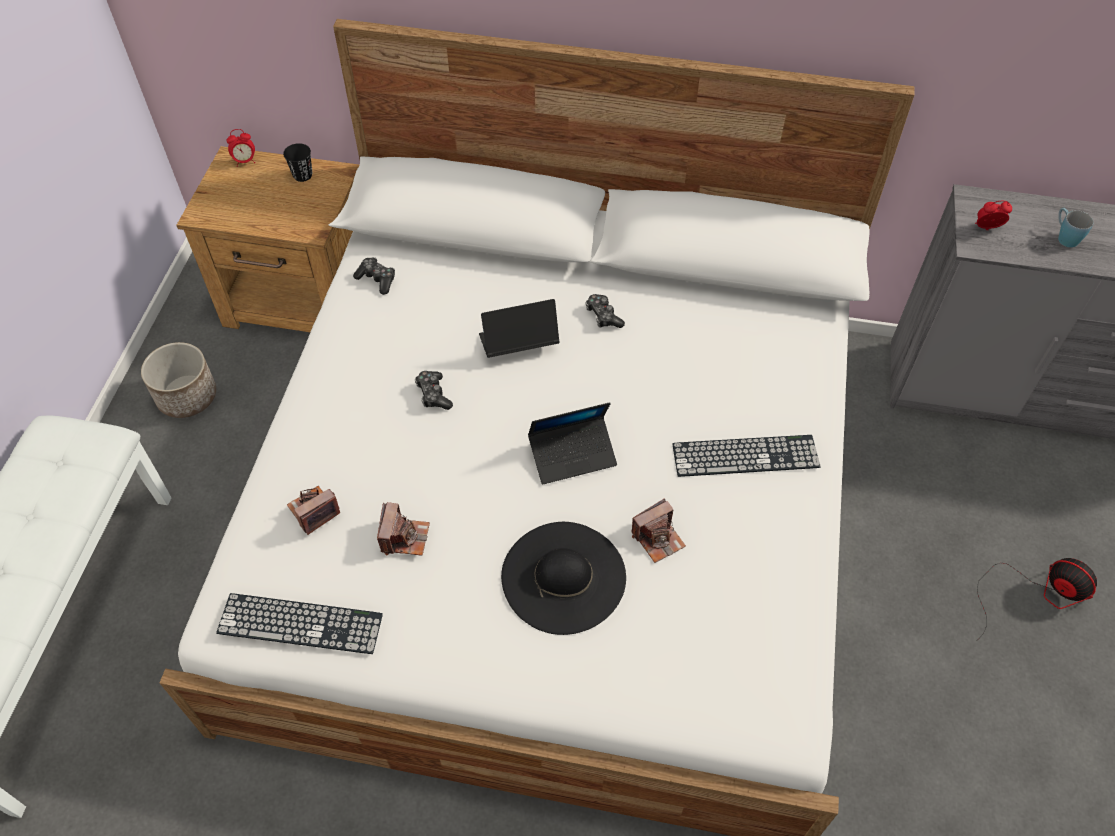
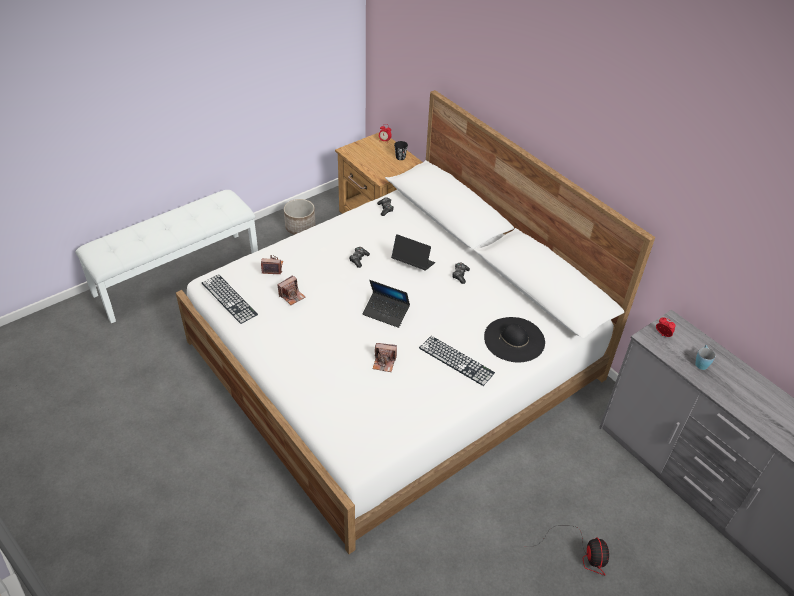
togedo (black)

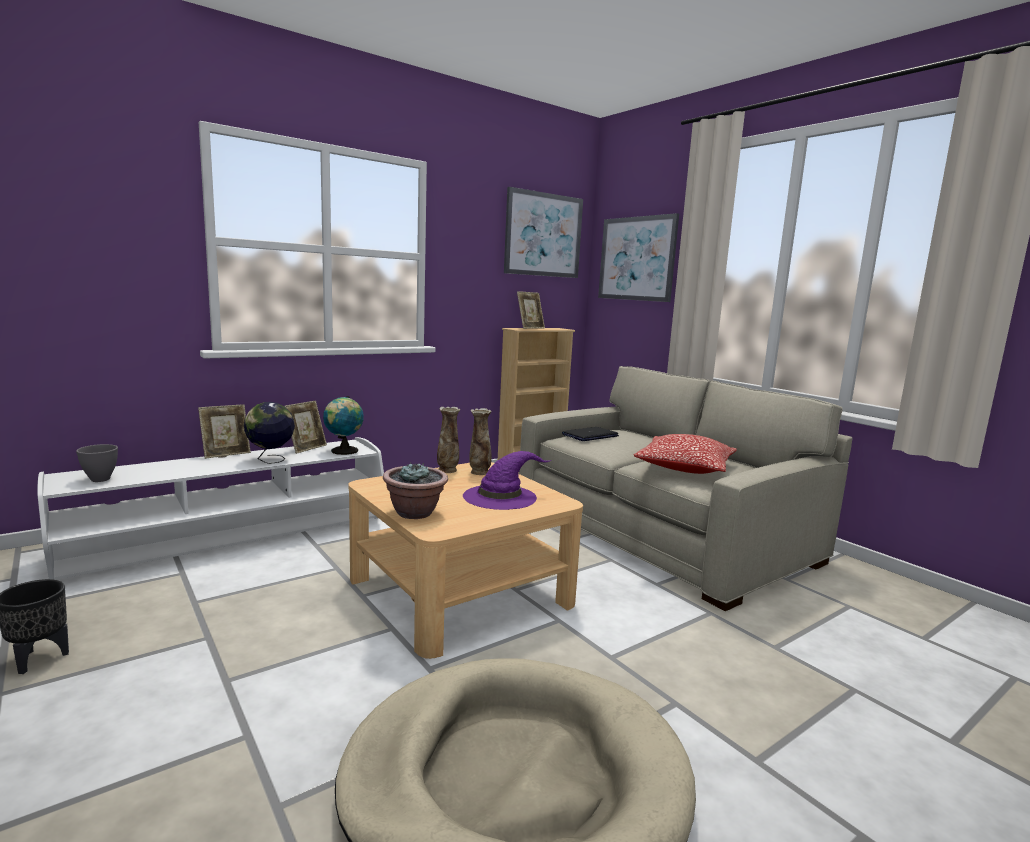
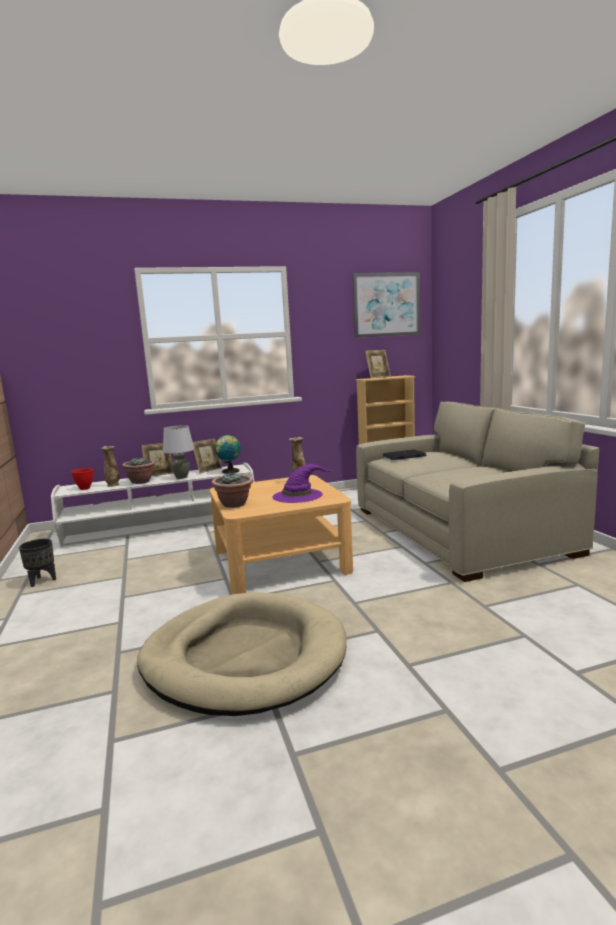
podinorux (2nd from left in the first image)
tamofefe
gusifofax (1st from left)
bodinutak (1st from left)
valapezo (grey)
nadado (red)

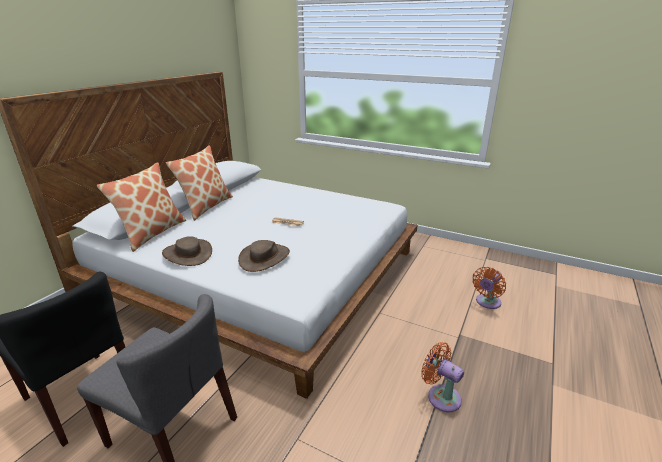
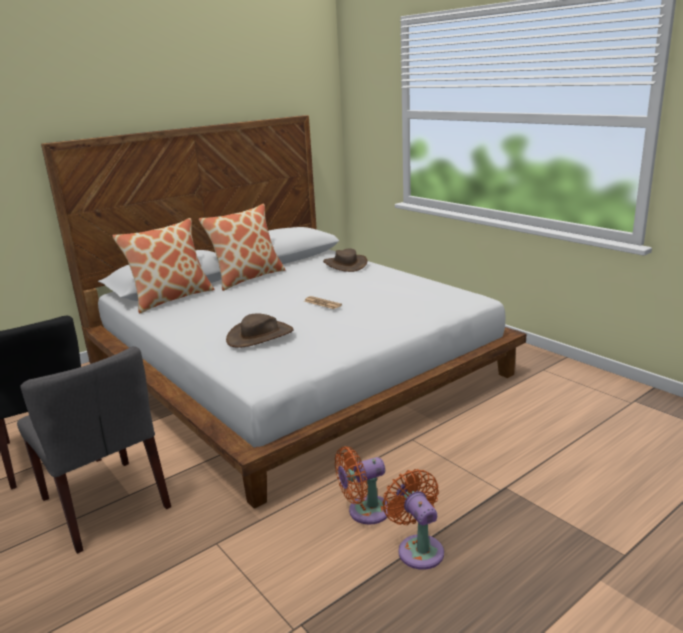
togedo (brown) (2nd from left)
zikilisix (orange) (1st from left)

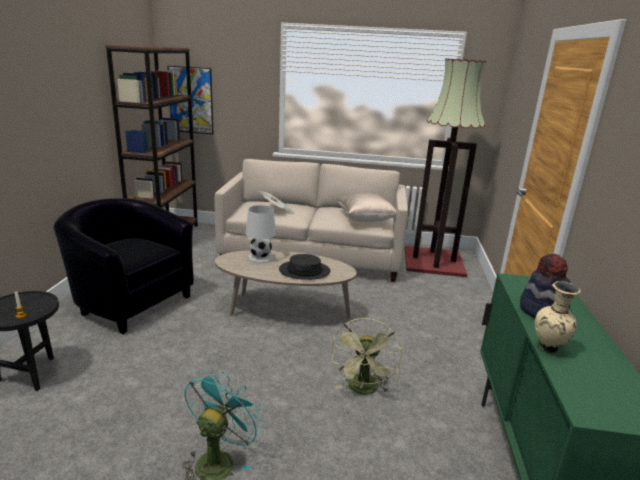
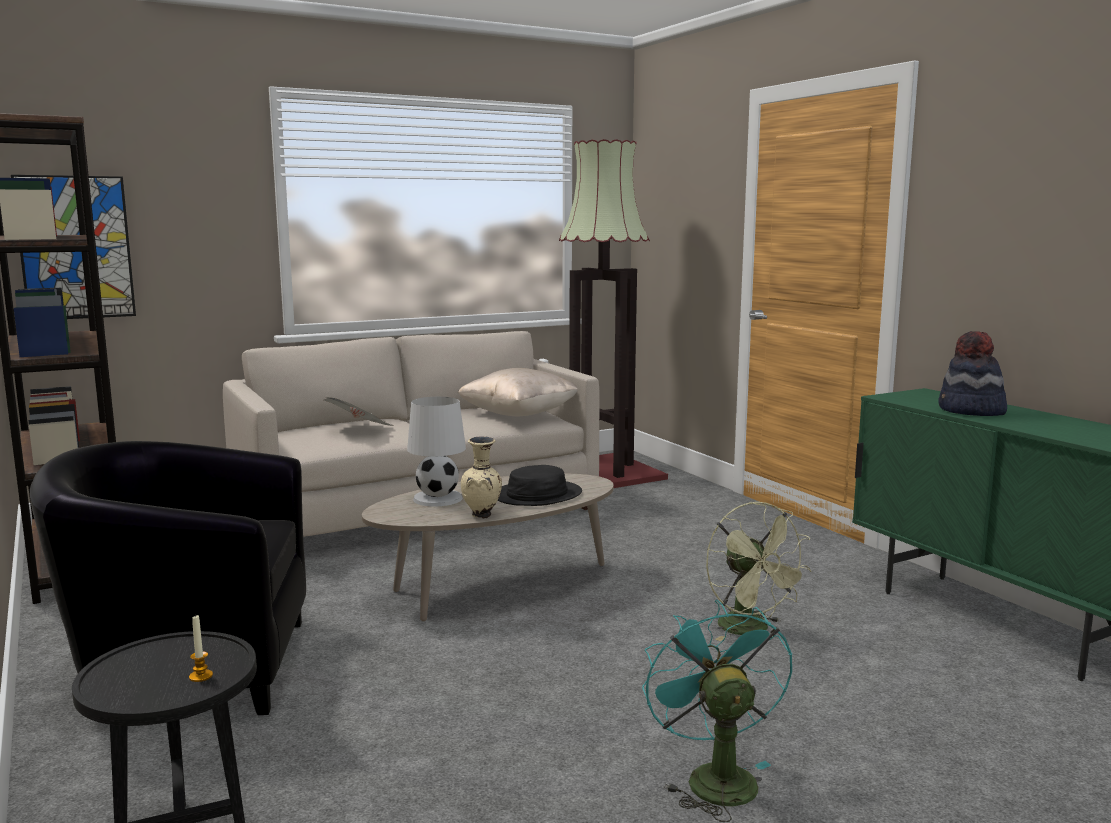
bodinutak (beige)

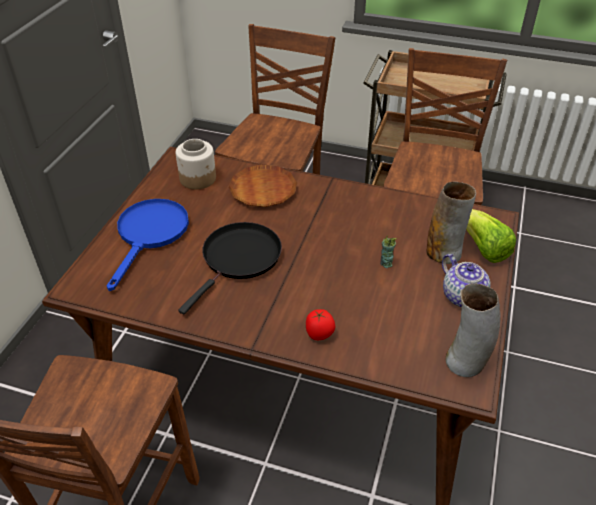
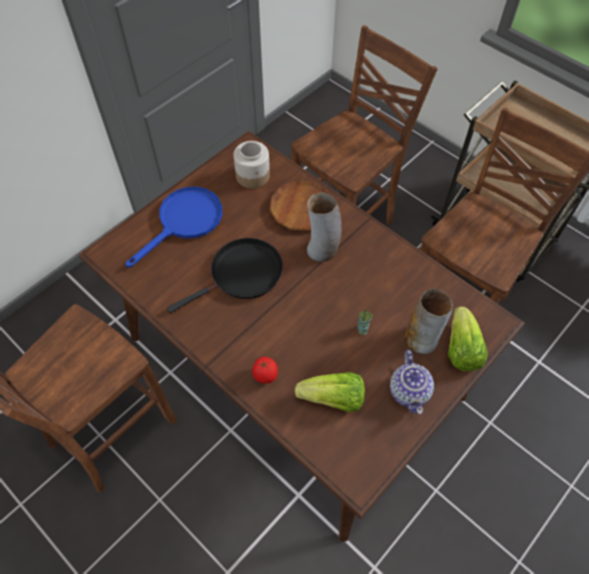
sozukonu (1st from left)
bodinutak (1st from left)

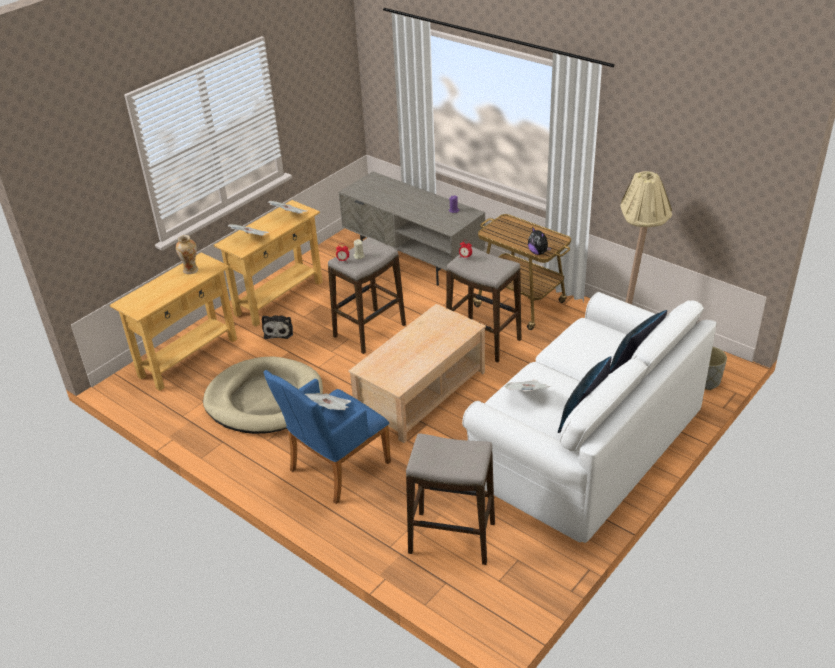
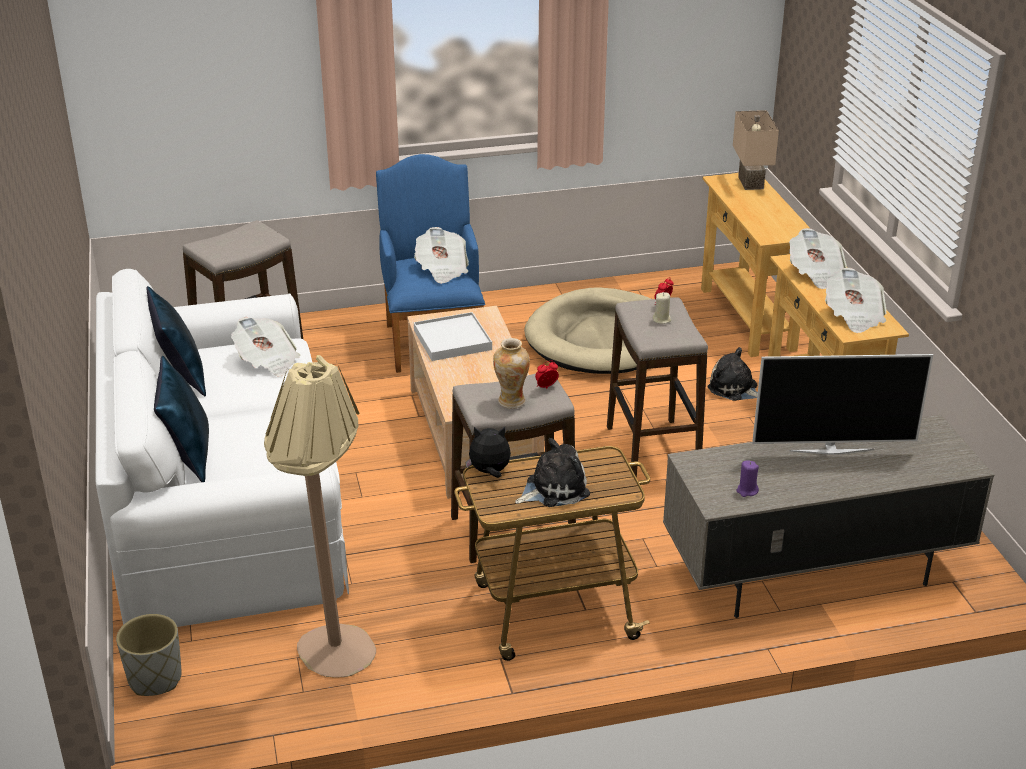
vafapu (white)
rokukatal (2nd from left)
valapezo (beige)
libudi
bodinutak

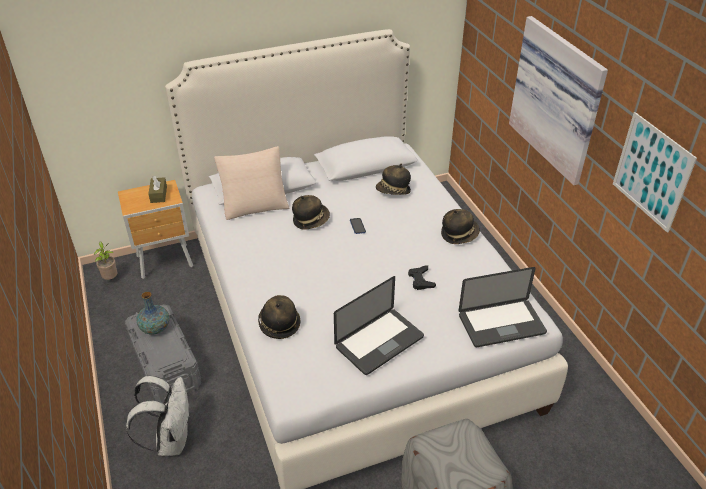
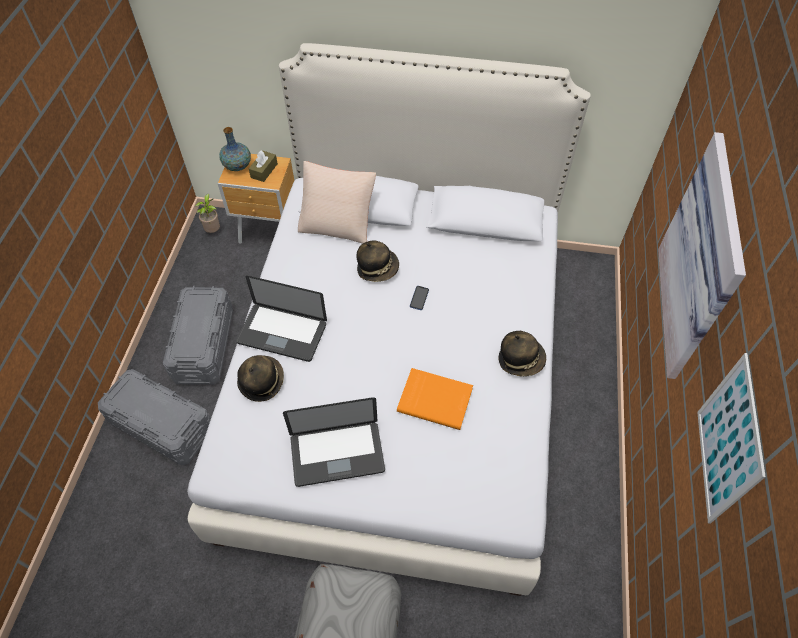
togedo (3rd from left in the first image)
bodinutak
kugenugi (1st from left)
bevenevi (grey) (1st from left)
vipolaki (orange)

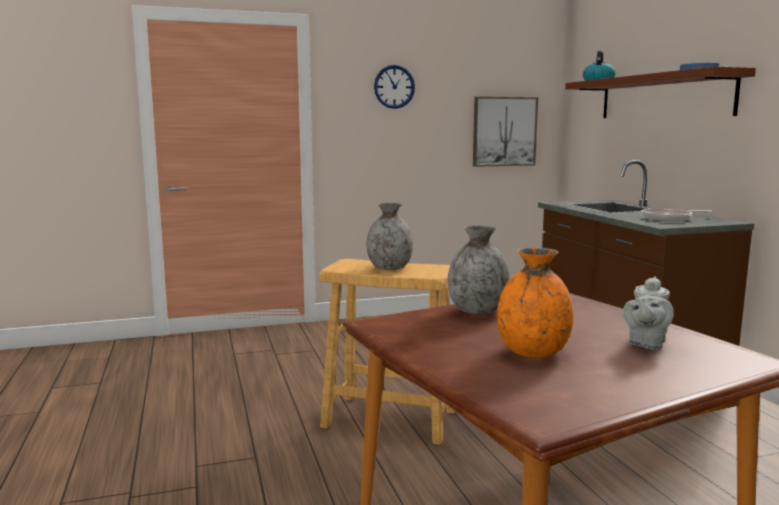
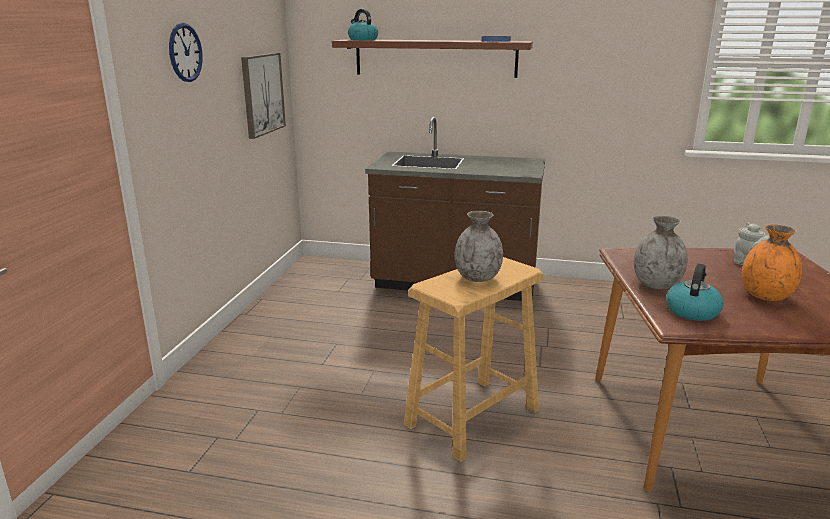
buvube
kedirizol (2nd from left)

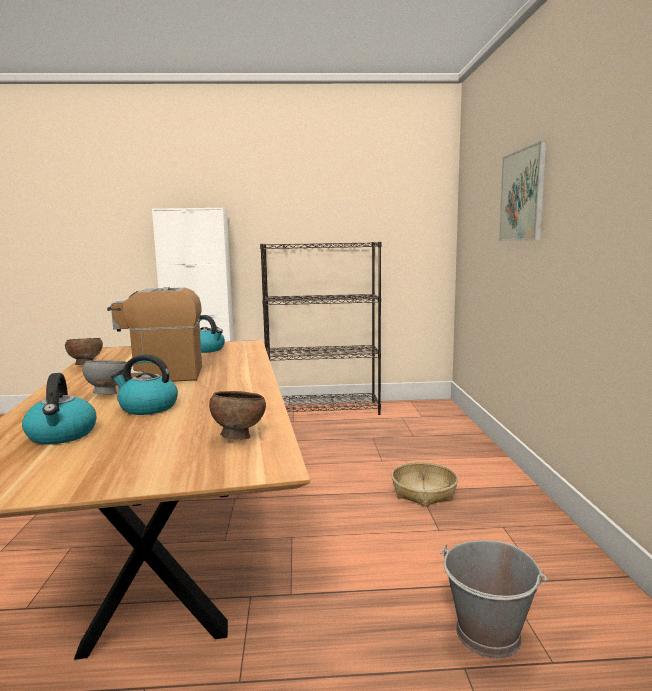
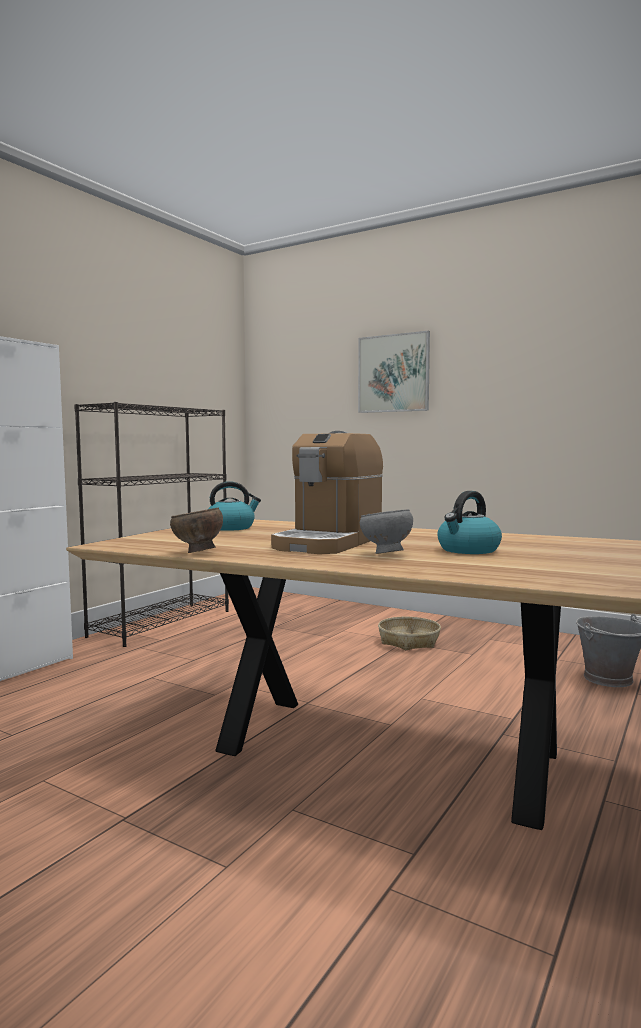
kedirizol (1st from left in the first image)
nadado (brown) (2nd from left in the first image)

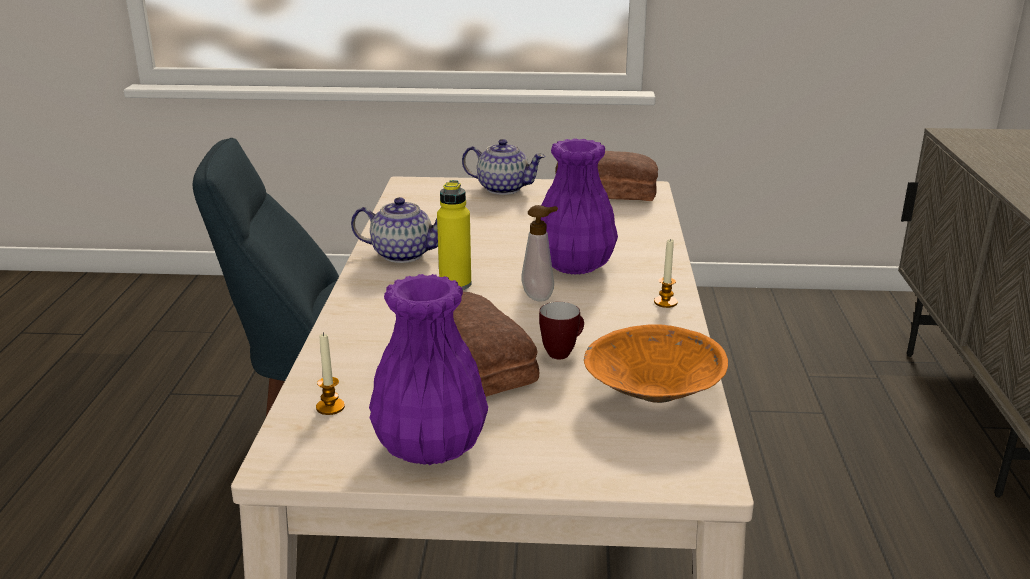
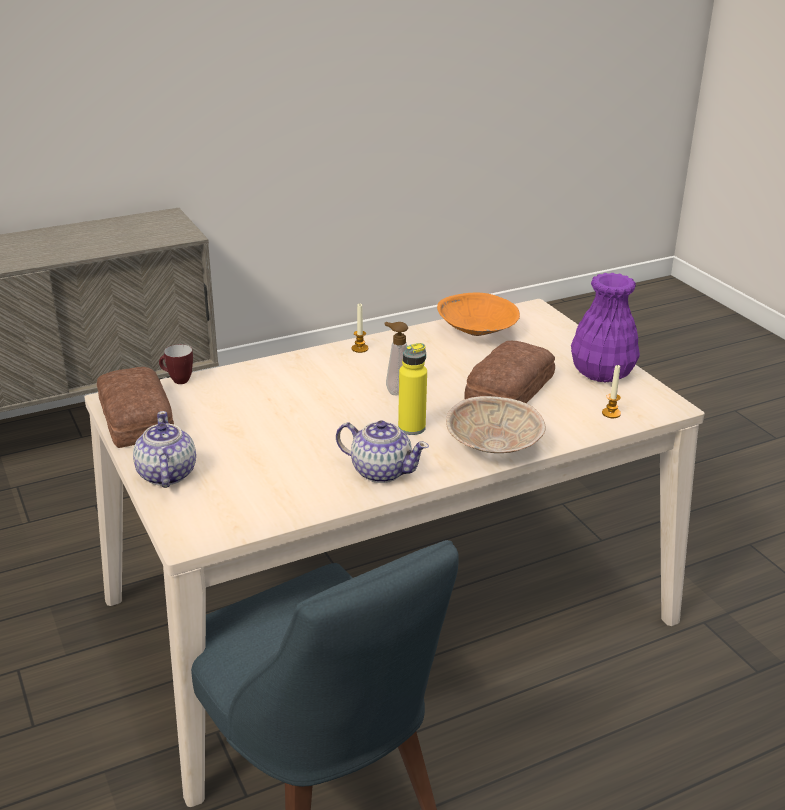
bodinutak (purple) (2nd from left in the first image)
nadado (beige)
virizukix
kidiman (2nd from left)

